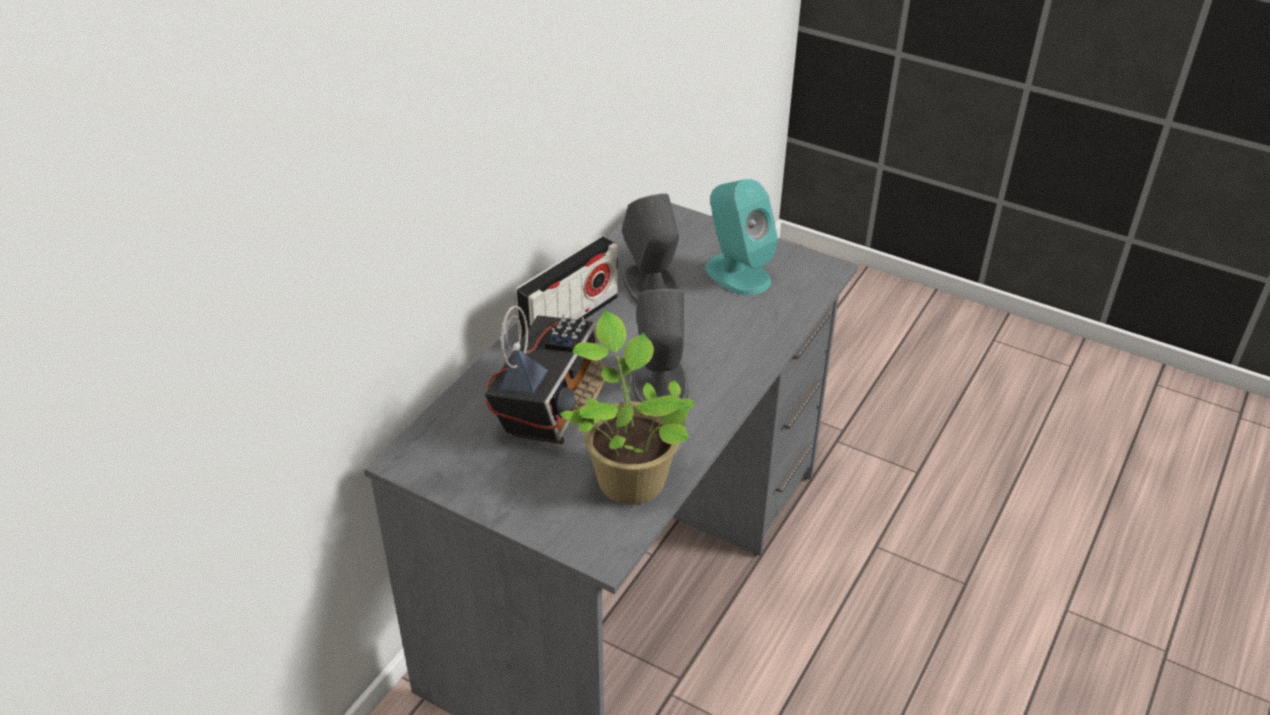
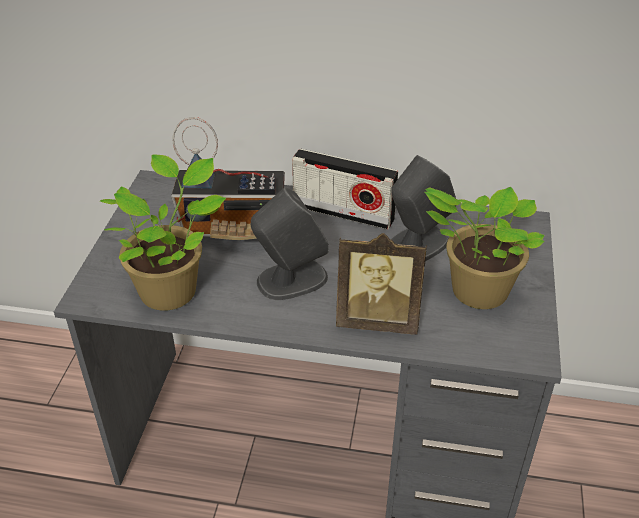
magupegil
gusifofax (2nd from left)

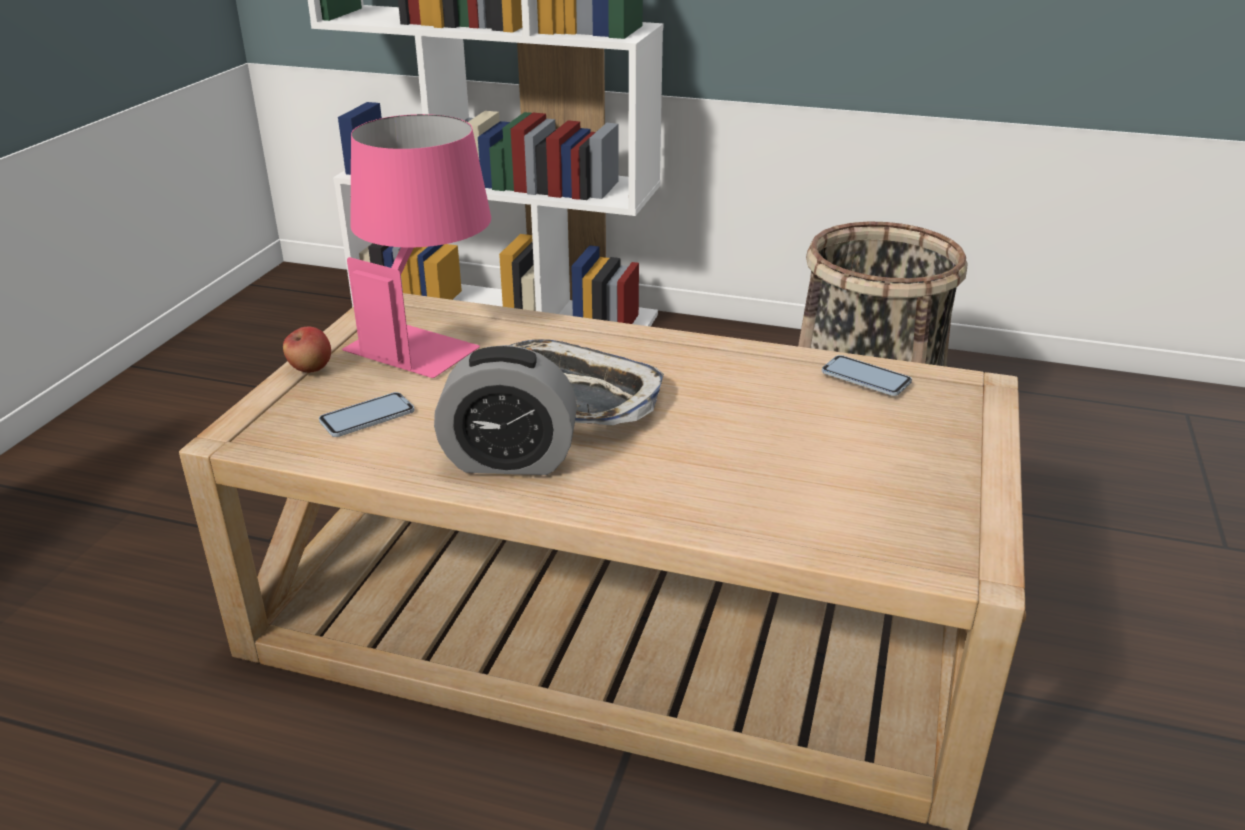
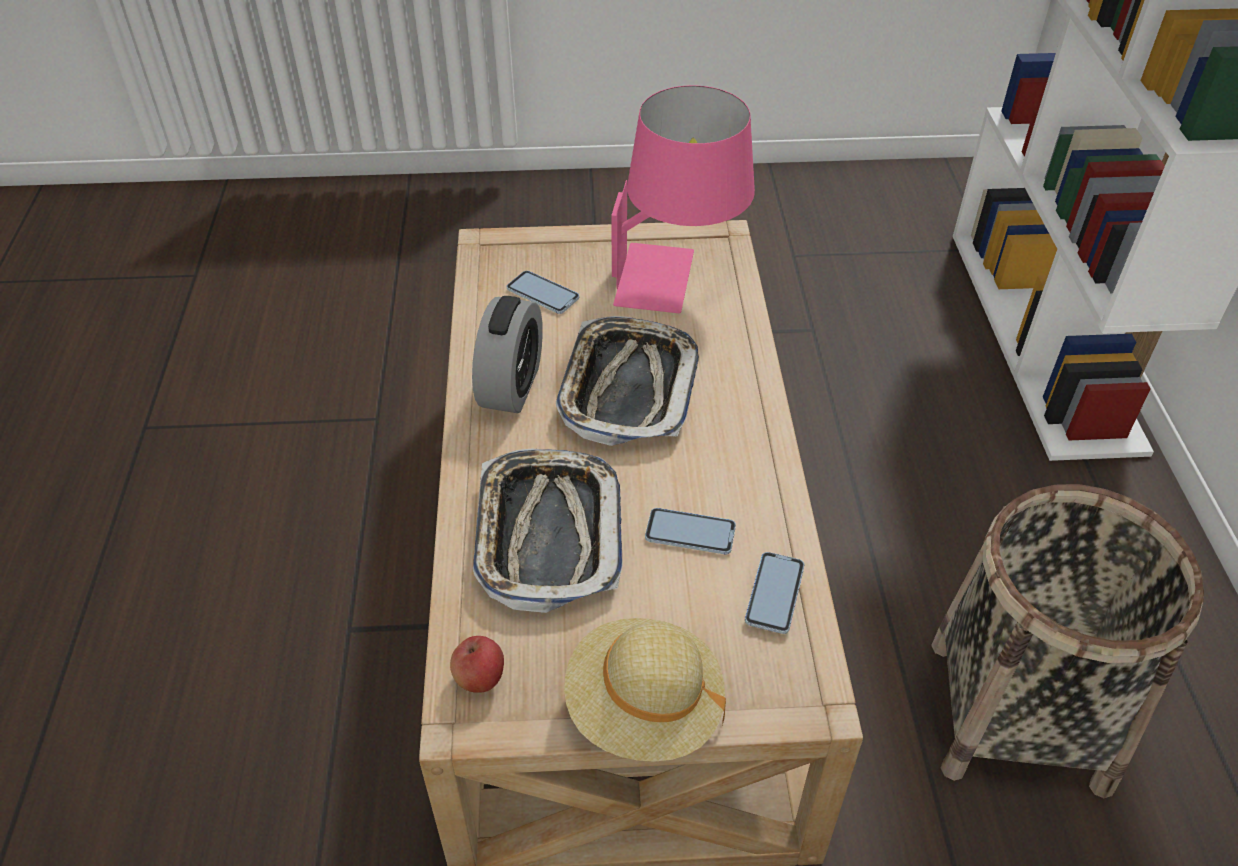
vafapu (1st from left)
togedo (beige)
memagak (2nd from left)
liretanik
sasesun

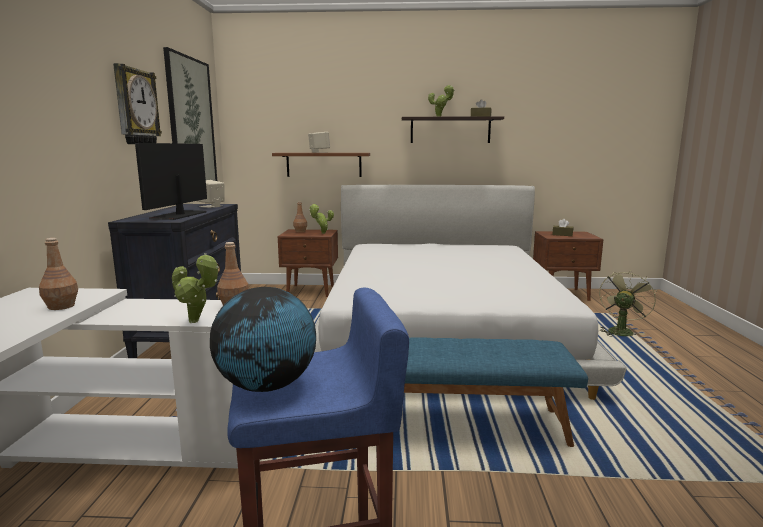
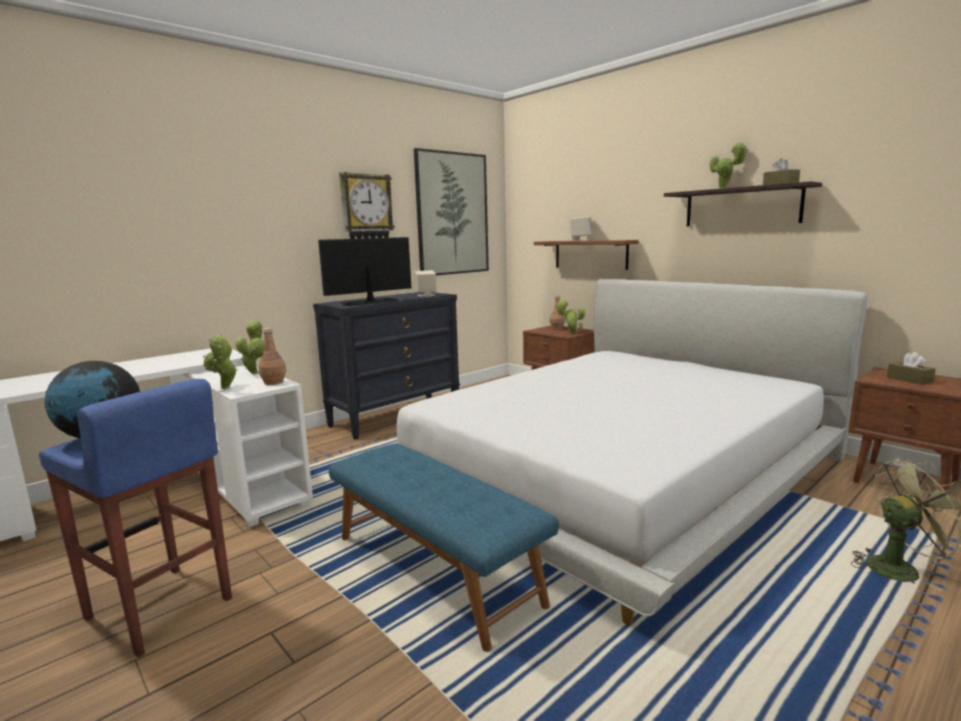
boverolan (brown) (1st from left in the first image)
gusifofax (2nd from left)

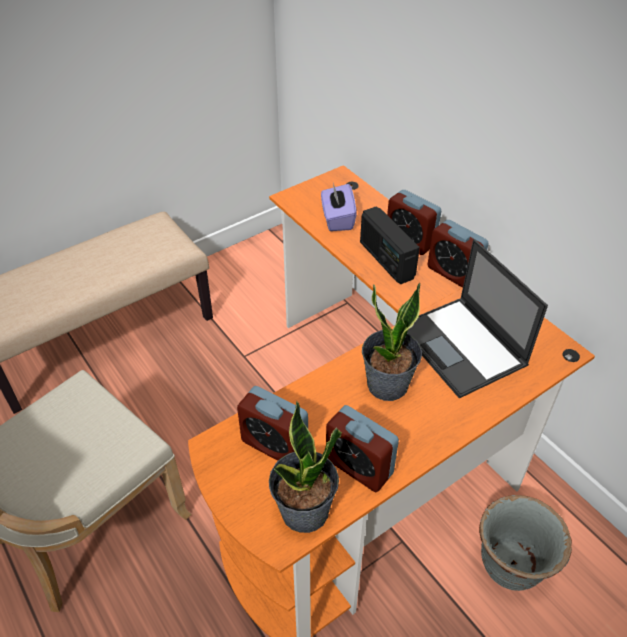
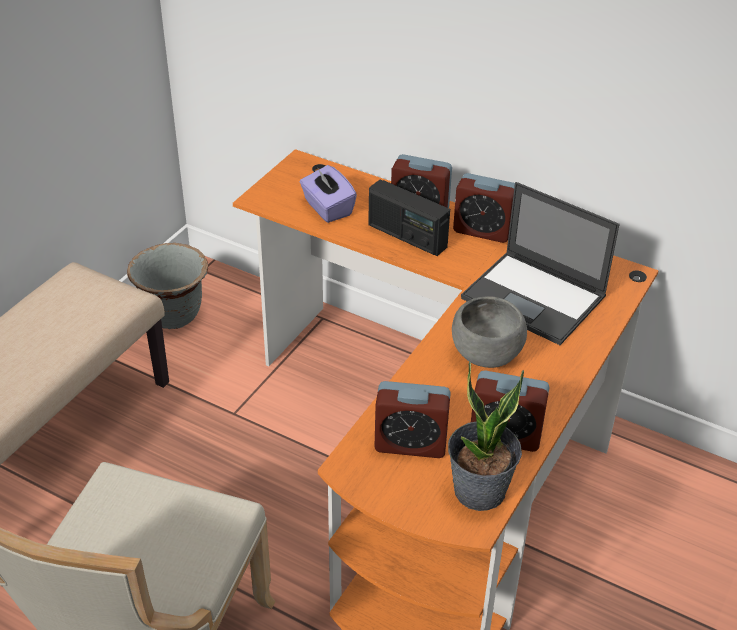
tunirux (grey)
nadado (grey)

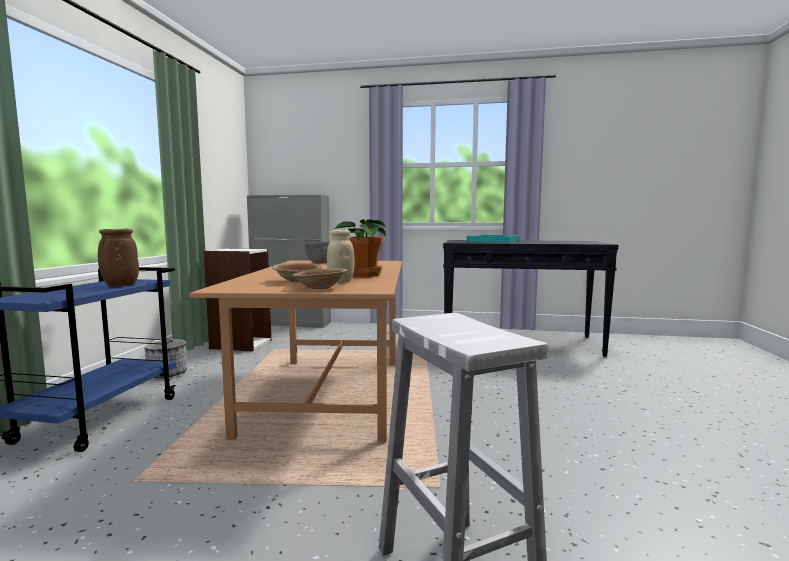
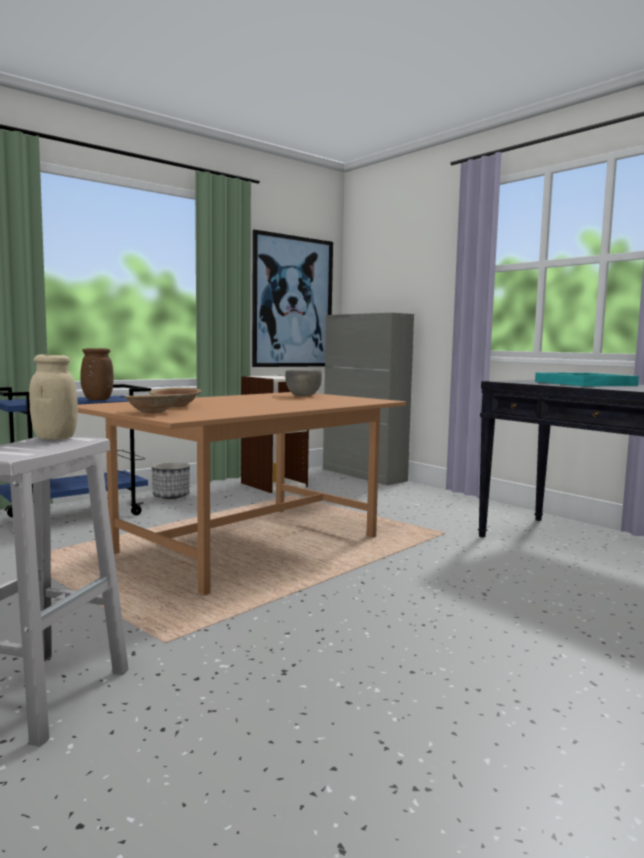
gusifofax
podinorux
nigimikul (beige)

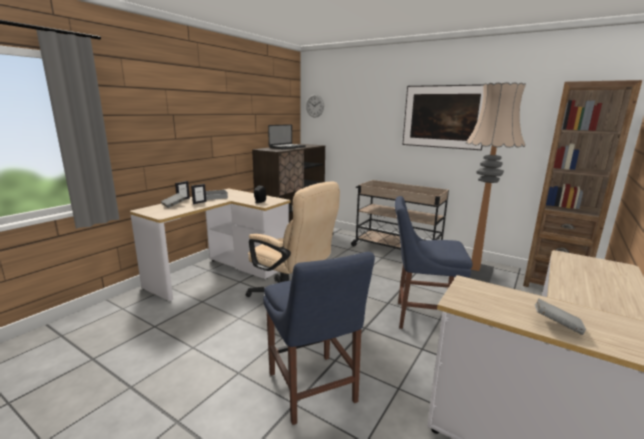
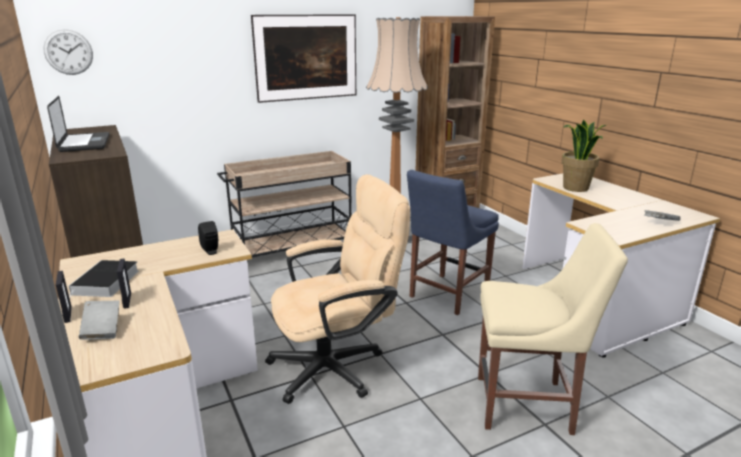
gusifofax
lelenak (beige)

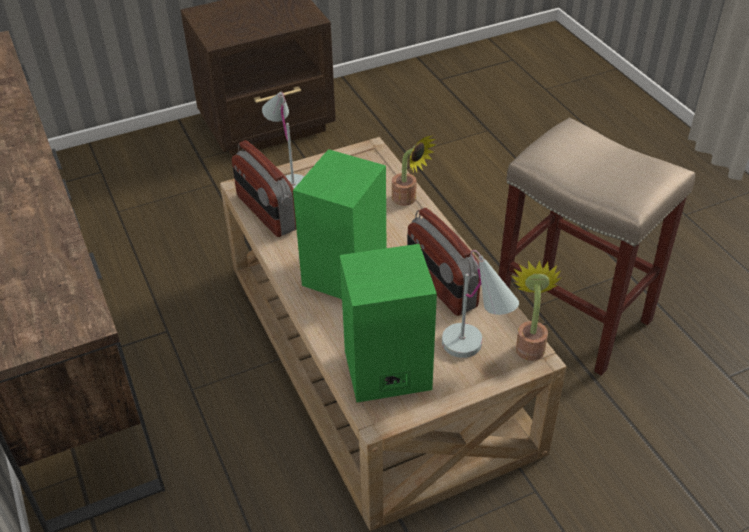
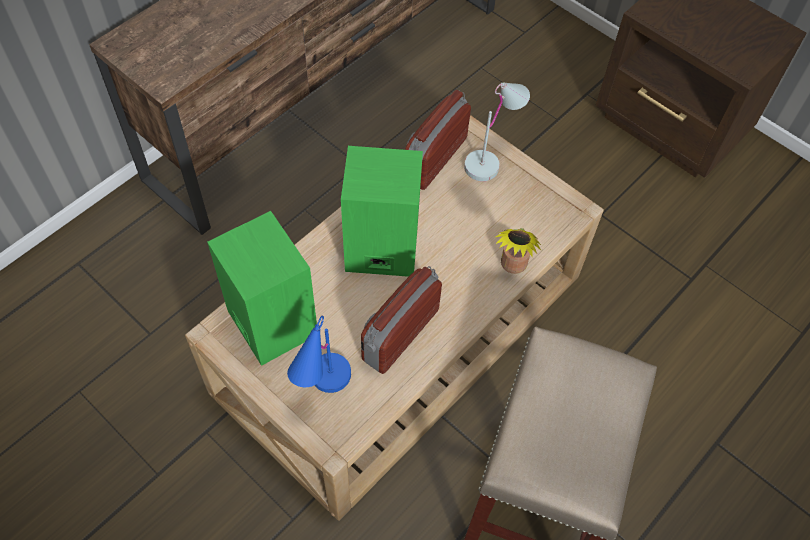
gusifofax (2nd from left in the first image)
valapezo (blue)

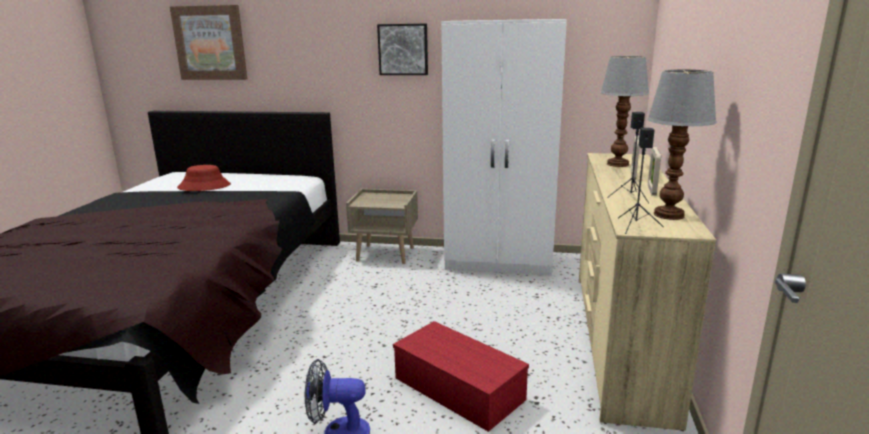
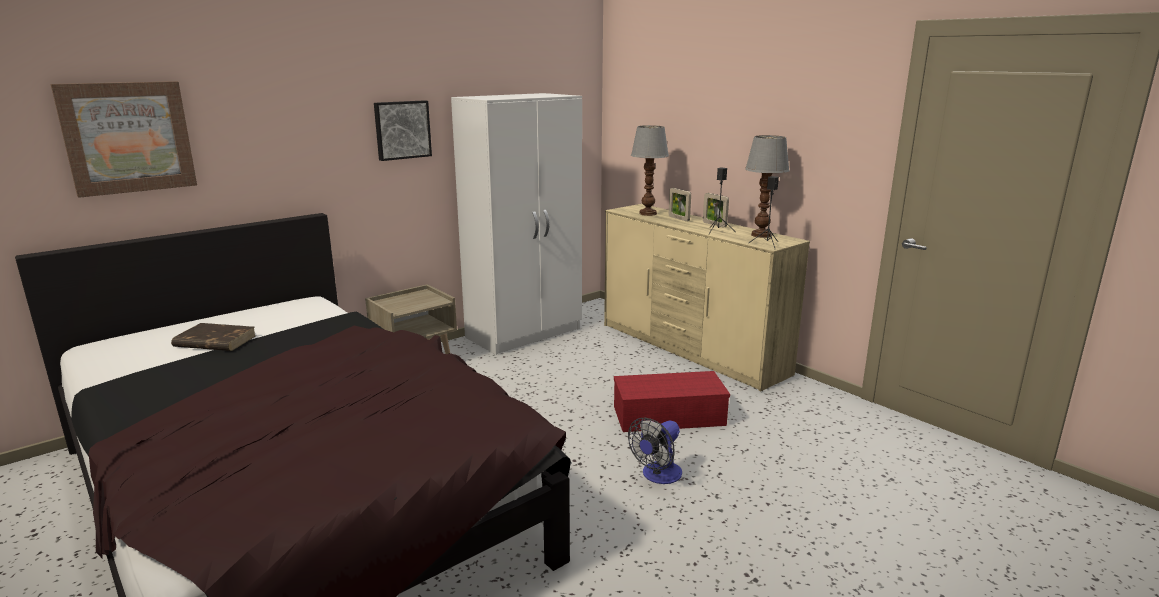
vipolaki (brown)

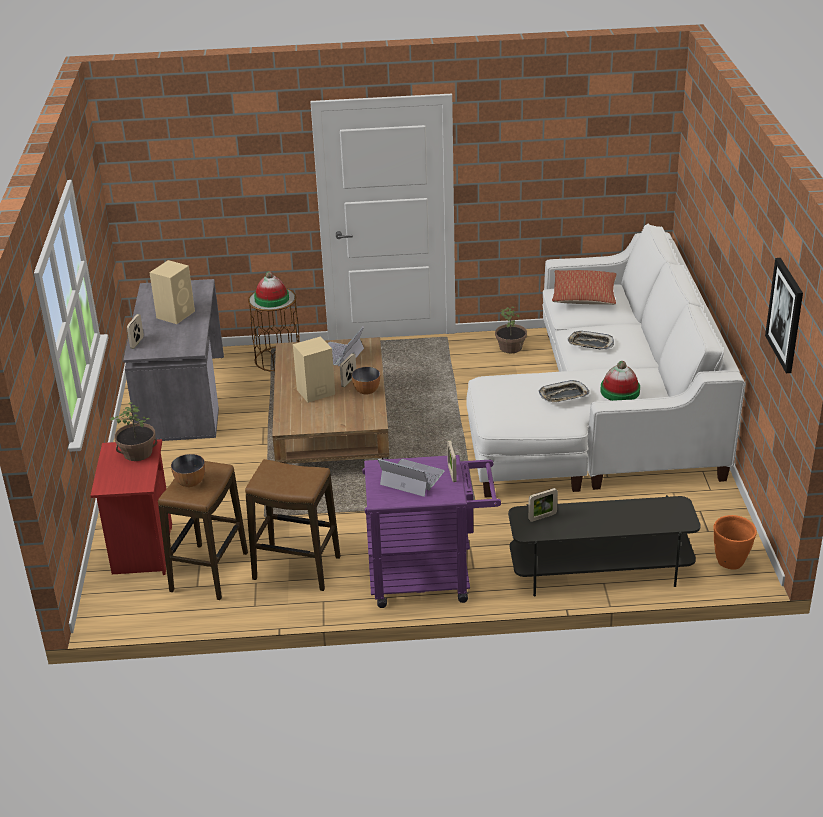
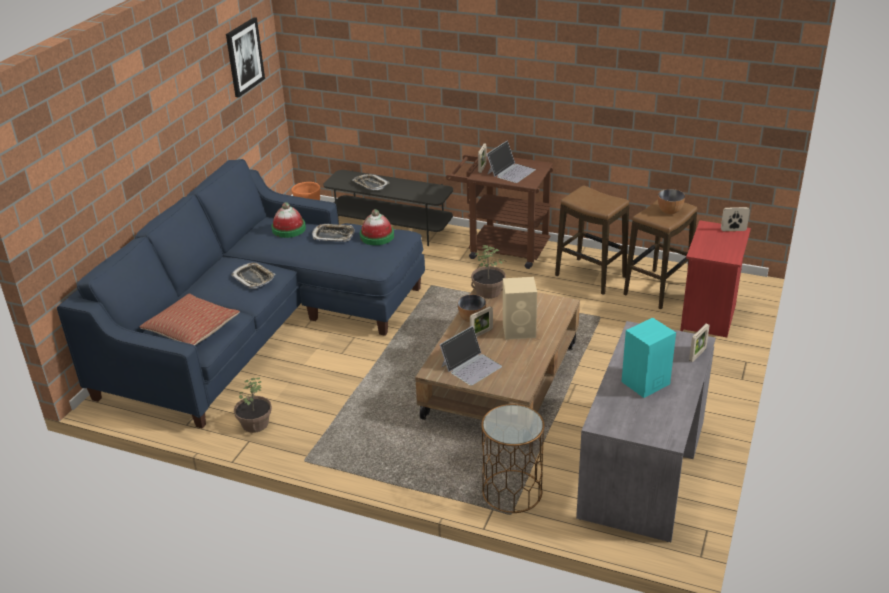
vafapu (3rd from left)
gusifofax (2nd from left)
togedo (2nd from left)
magupegil (4th from left)
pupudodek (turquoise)
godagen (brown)
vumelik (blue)
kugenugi (2nd from left)

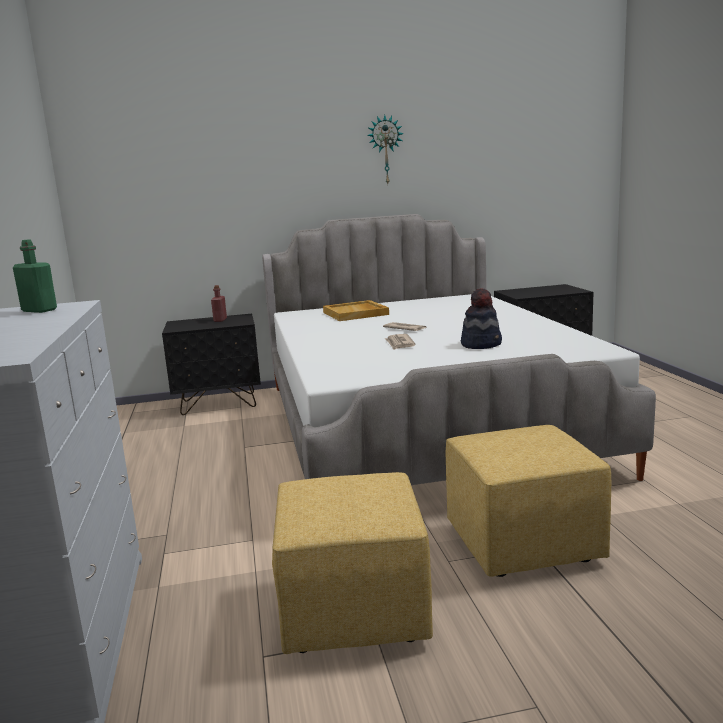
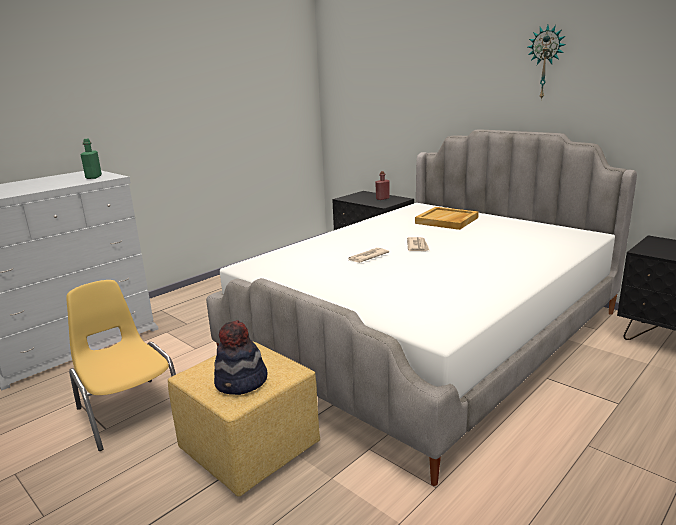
togedo
lelenak (yellow)

